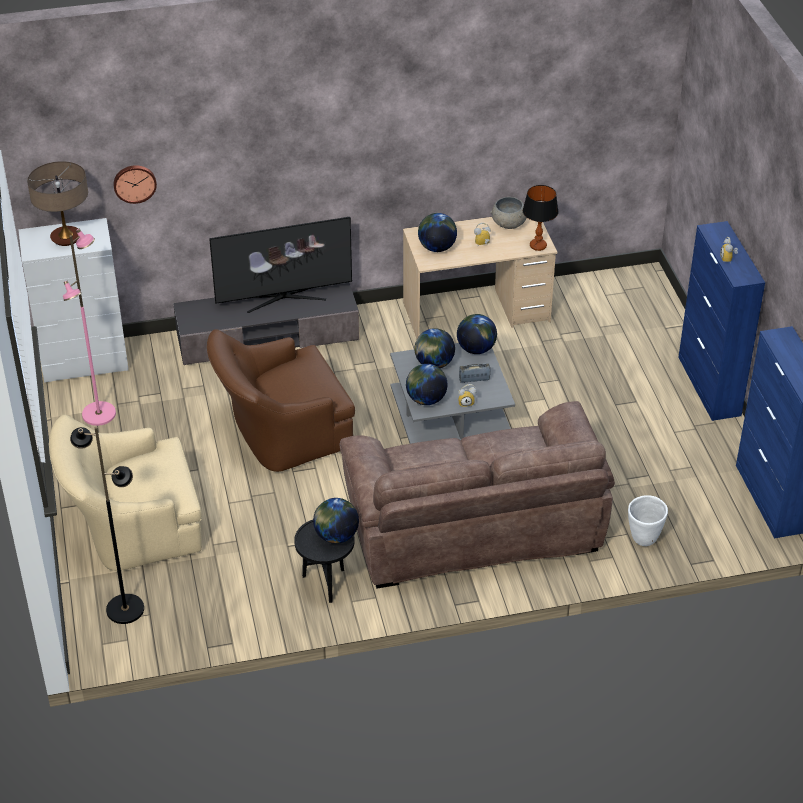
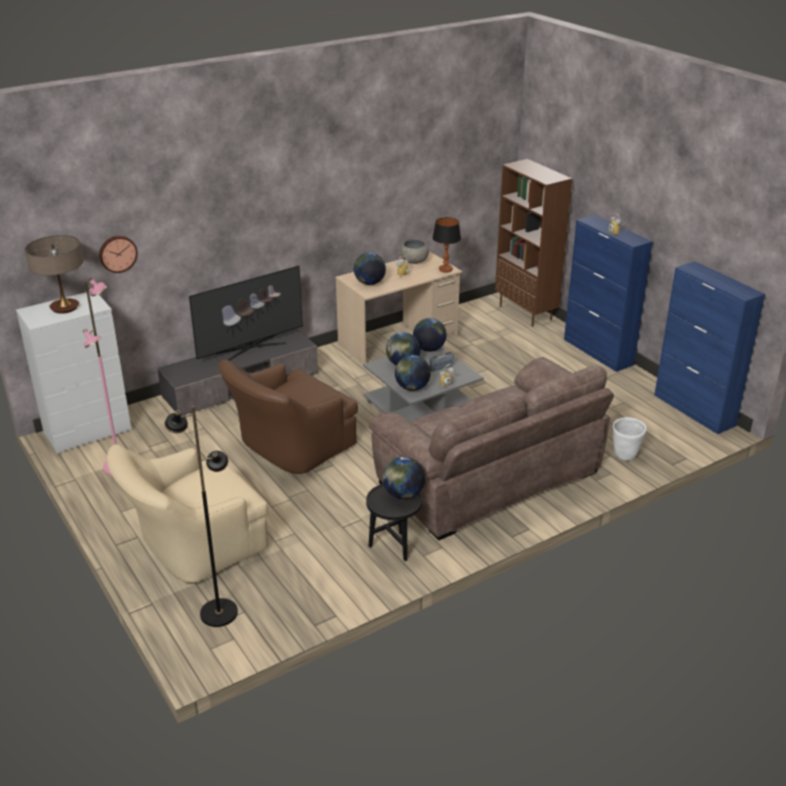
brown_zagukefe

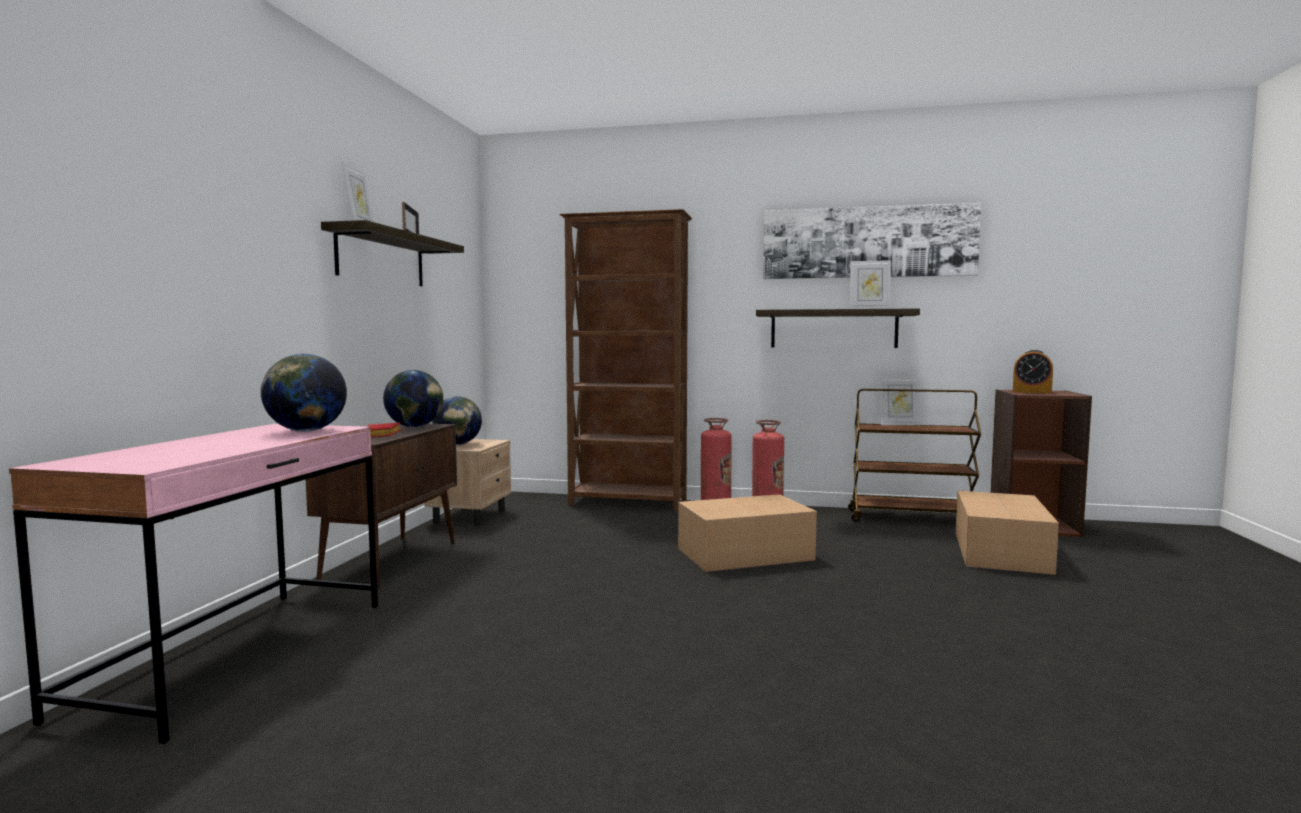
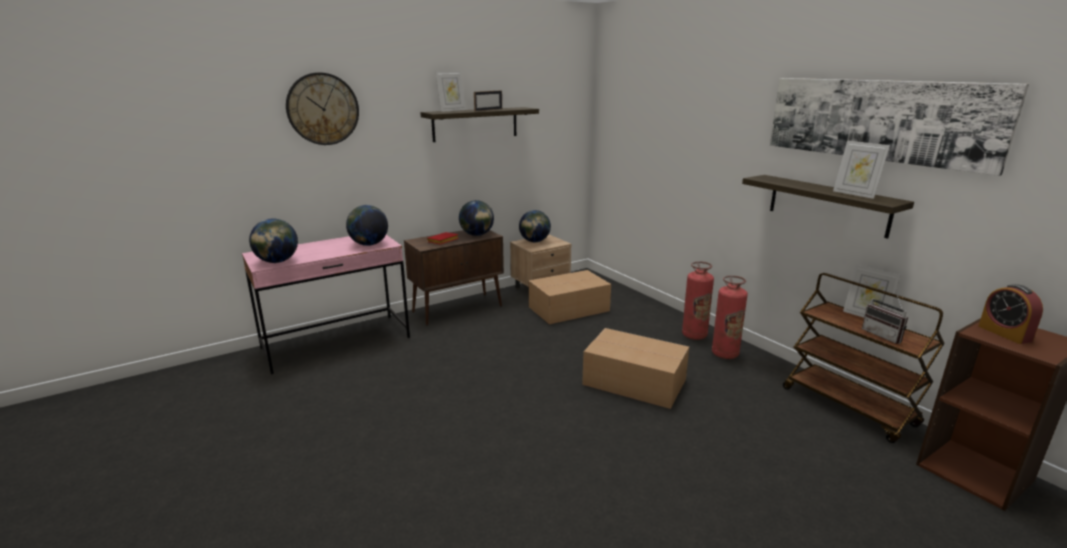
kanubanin (1st from left)
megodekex
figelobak (1st from left)
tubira
brown_zagukefe (1st from left in the first image)

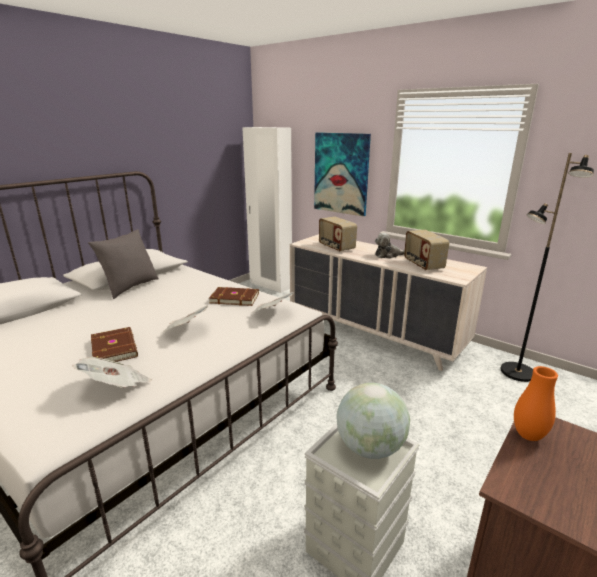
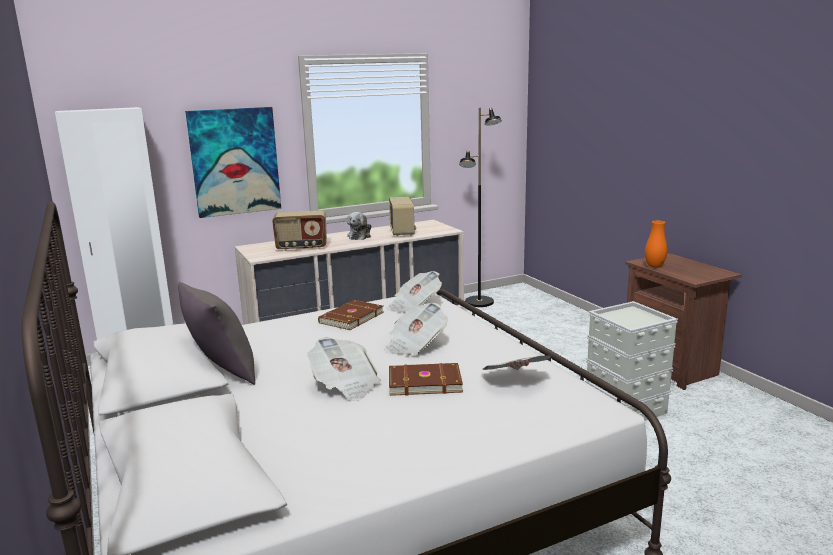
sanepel (1st from left)
tubira (2nd from left)
kanubanin

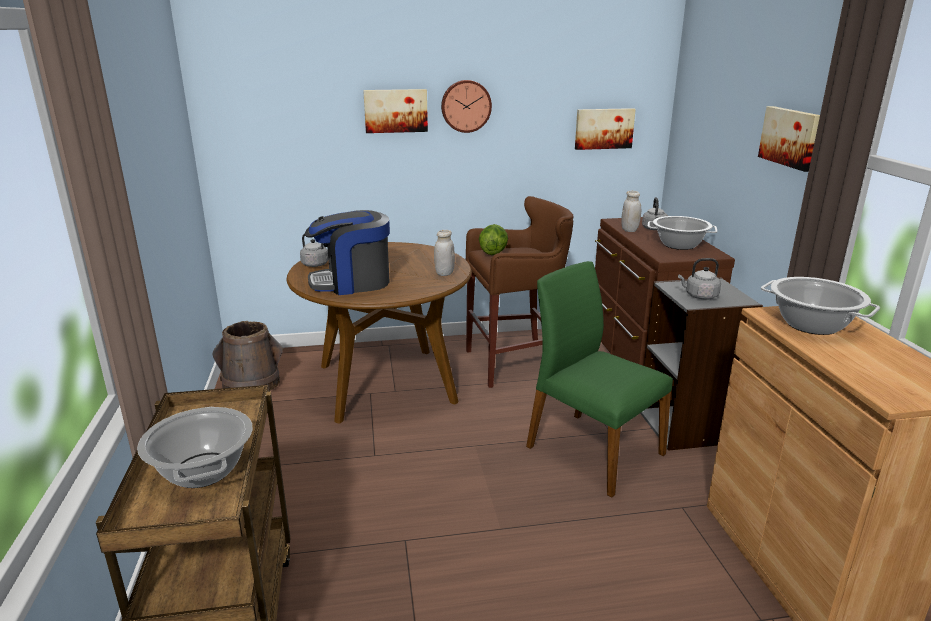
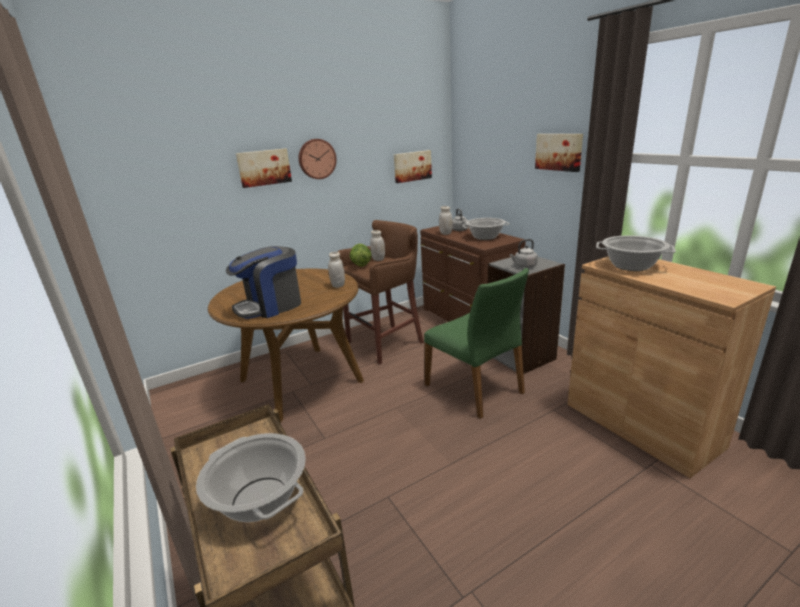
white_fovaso (2nd from left)
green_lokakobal
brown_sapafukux
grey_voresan (1st from left in the first image)

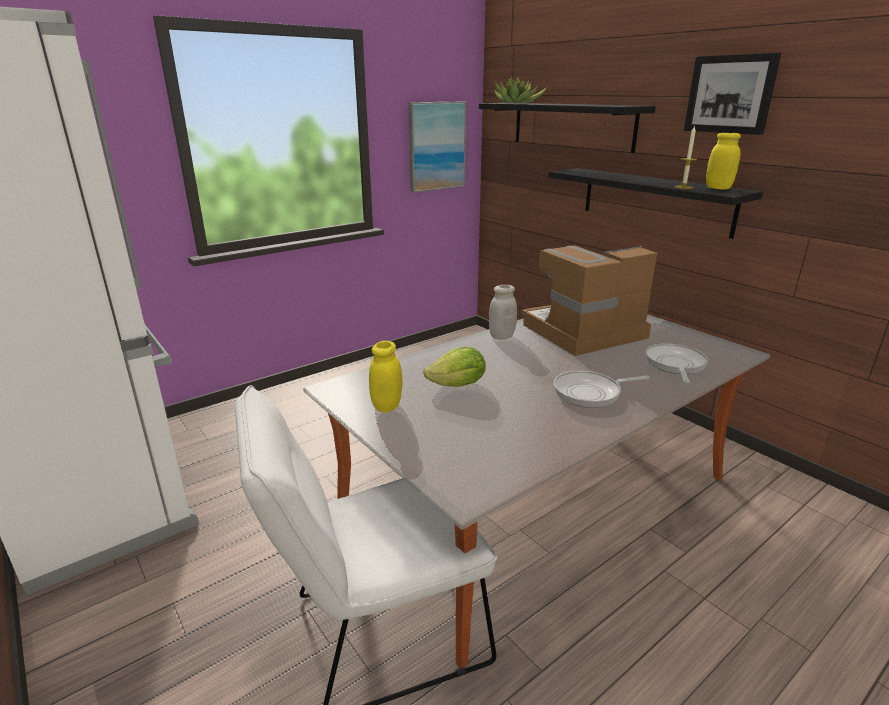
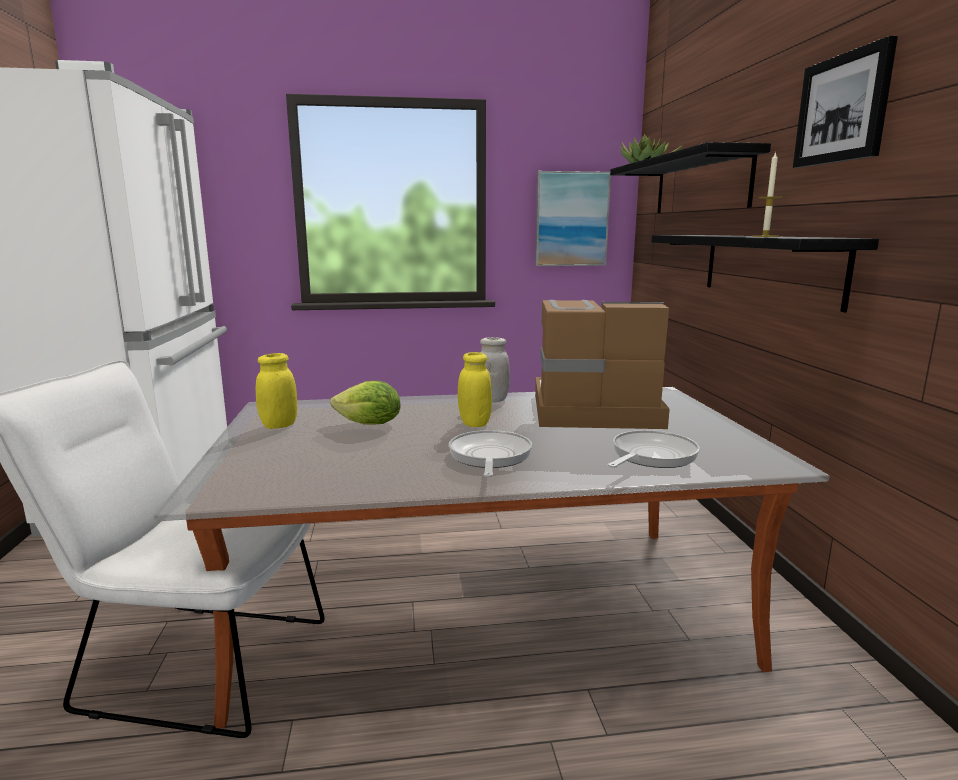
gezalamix (1st from left)
yellow_fovaso (2nd from left)

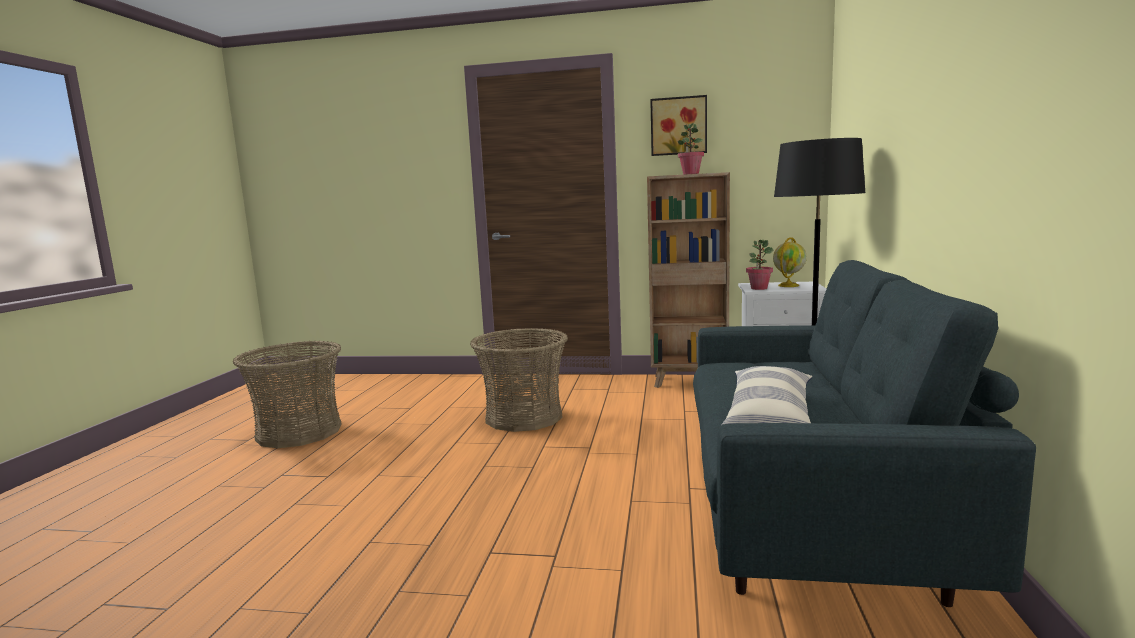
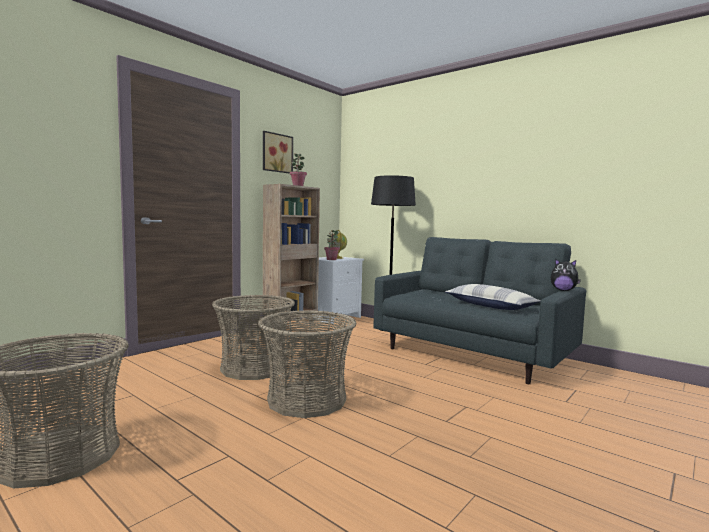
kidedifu (3rd from left)
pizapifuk

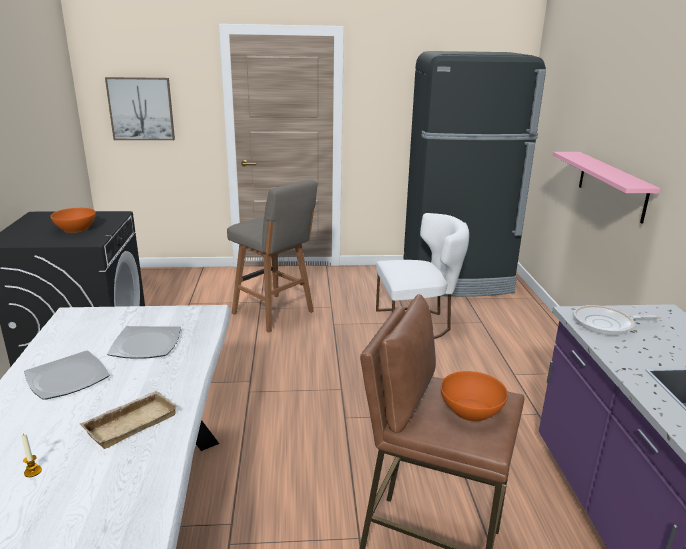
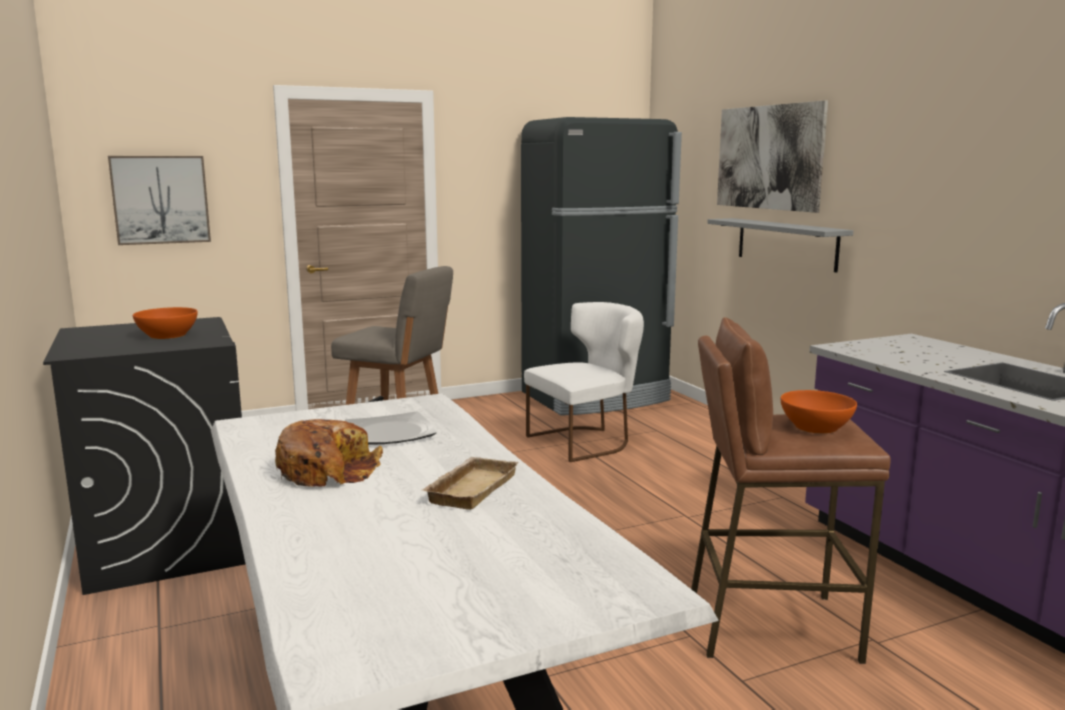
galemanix
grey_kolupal
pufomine (2nd from left)
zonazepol
gezalamix

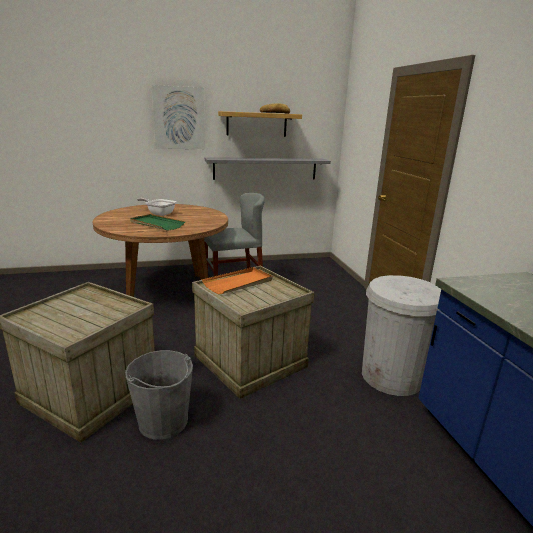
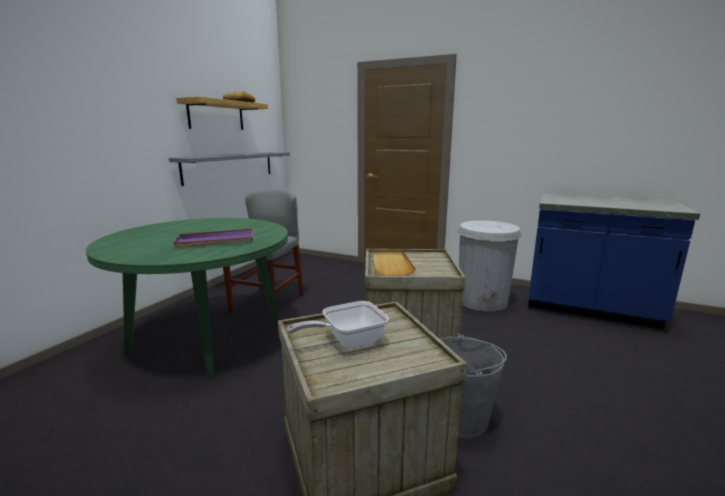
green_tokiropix
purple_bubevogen
gezalamix
beige_bubevogen
pufomine

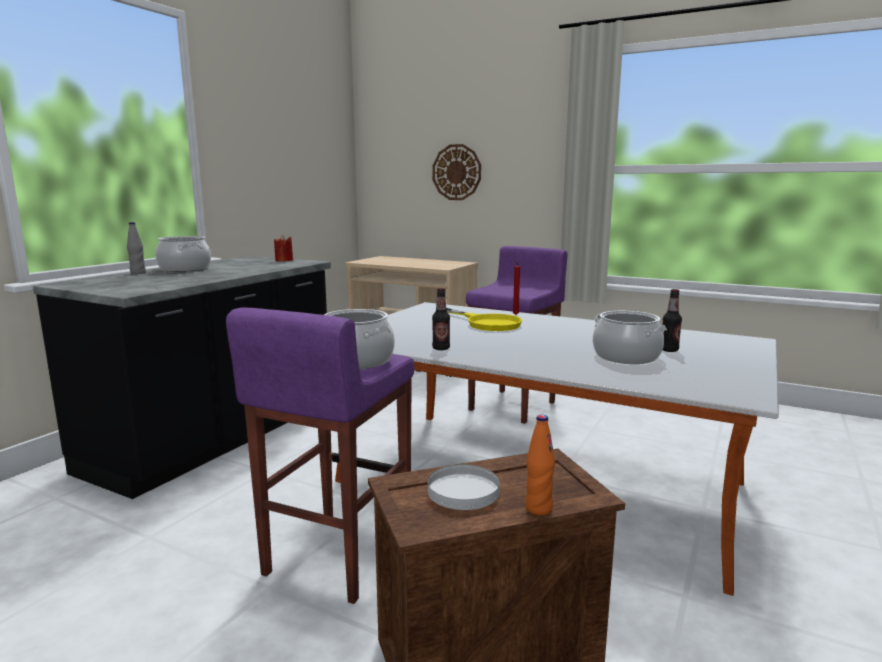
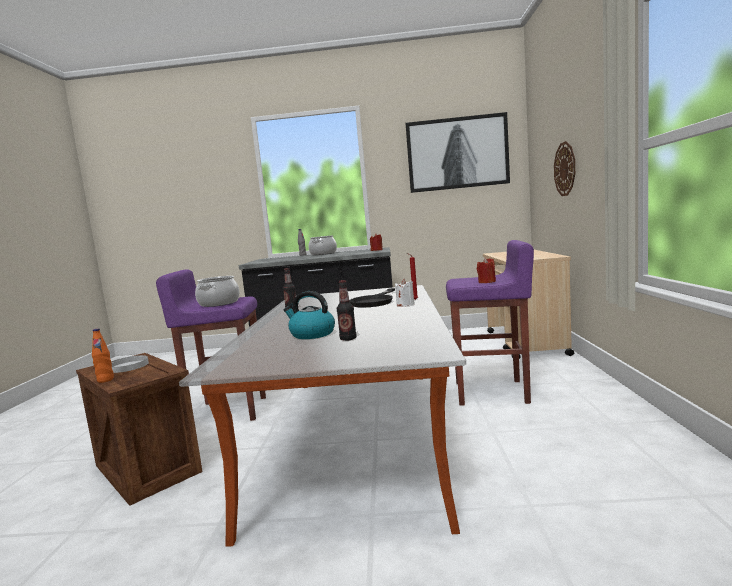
voresan
black_gezalamix
white_zonazepol
pufomine
red_zonazepol (3rd from left)

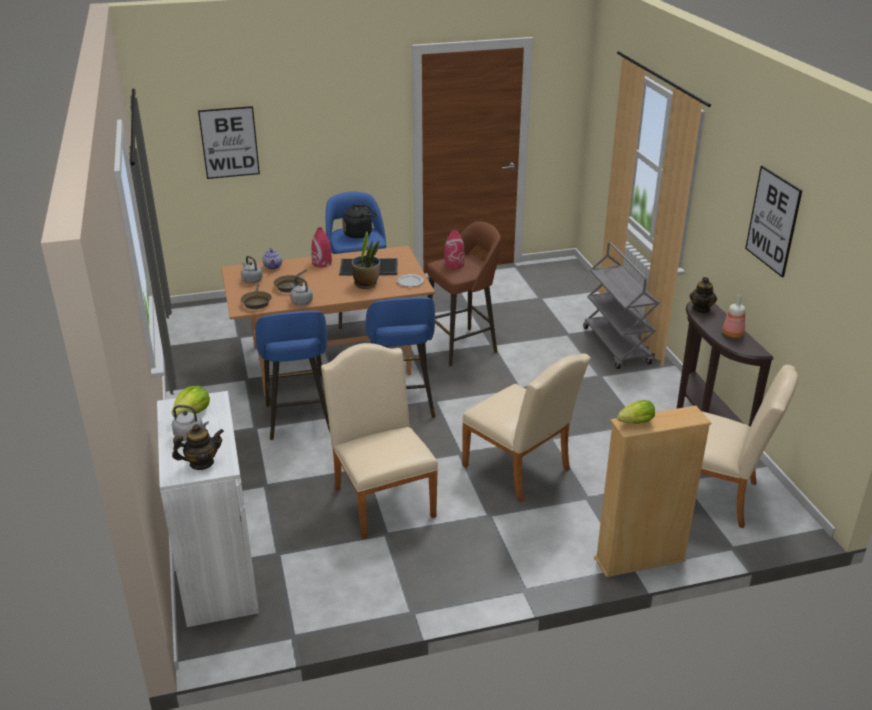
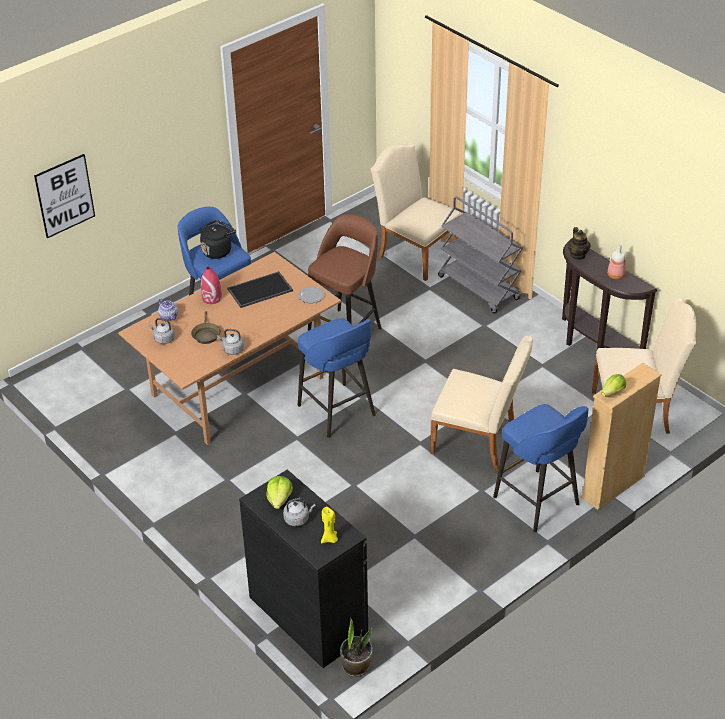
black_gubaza
yellow_zonazepol
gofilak
beige_lokakobal (1st from left)
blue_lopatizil (3rd from left)
brown_gezalamix (1st from left in the first image)
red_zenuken (2nd from left in the first image)
pufomine (2nd from left in the first image)

